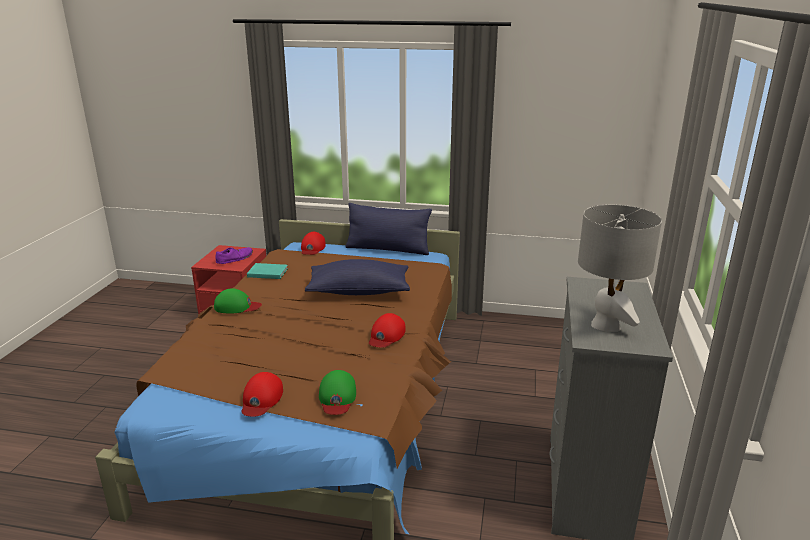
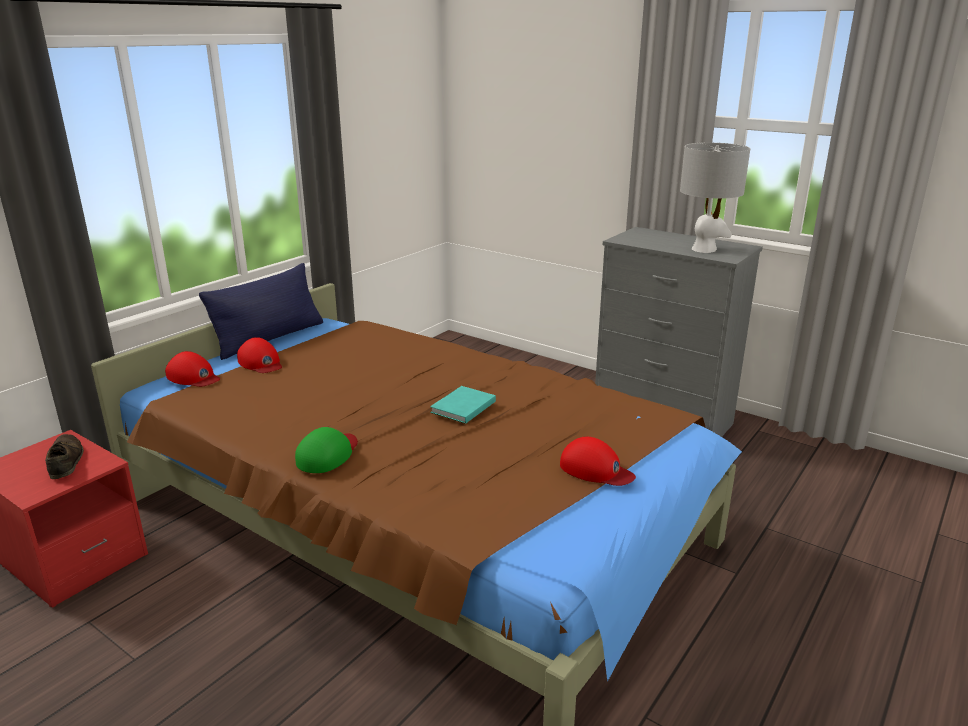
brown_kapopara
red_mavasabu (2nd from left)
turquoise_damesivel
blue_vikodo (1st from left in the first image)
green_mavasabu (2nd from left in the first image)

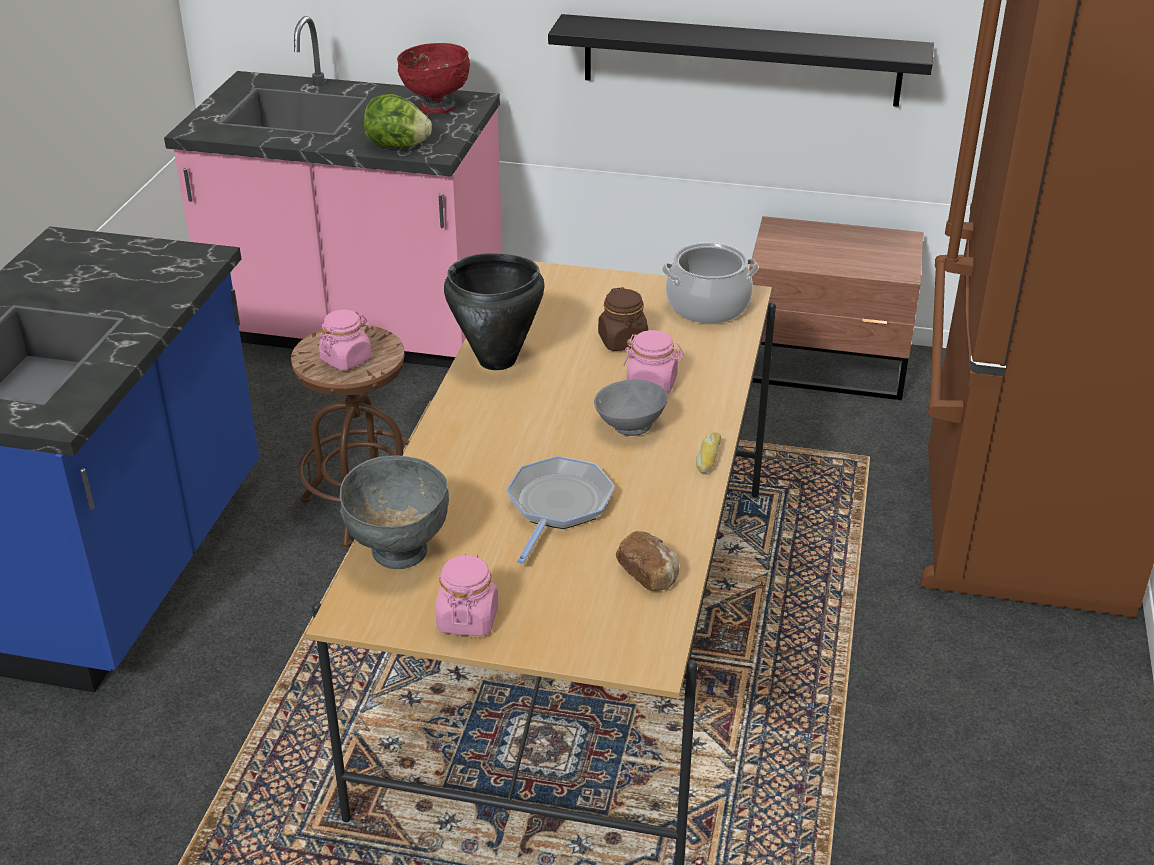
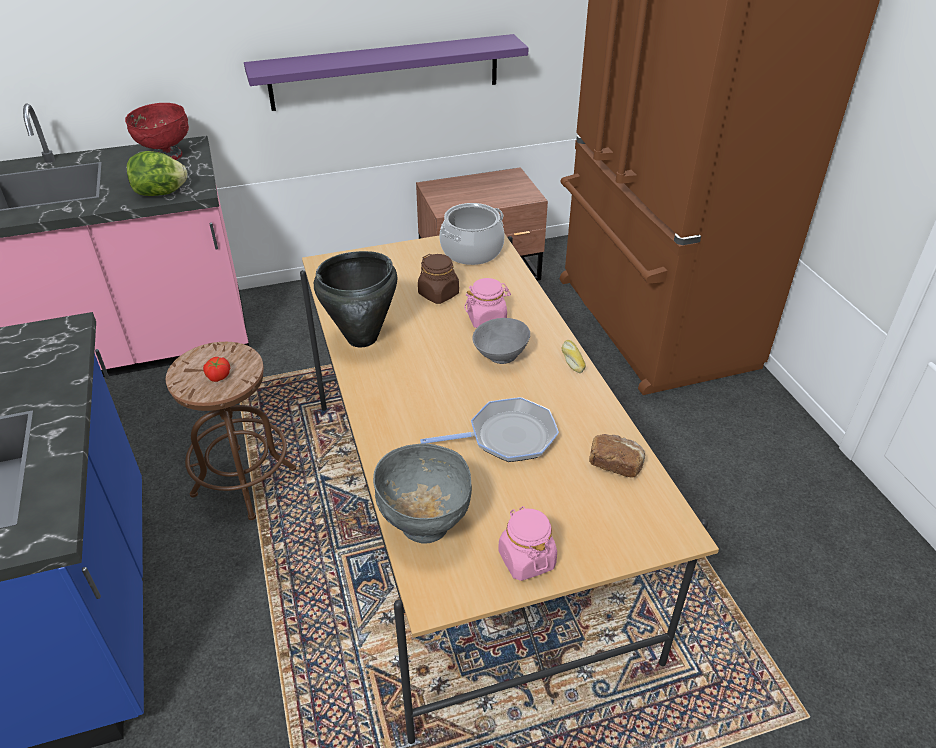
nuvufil
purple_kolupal
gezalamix

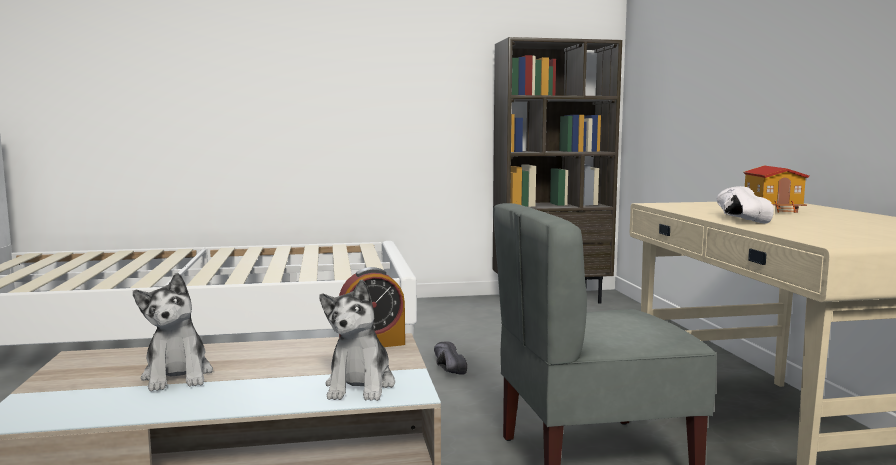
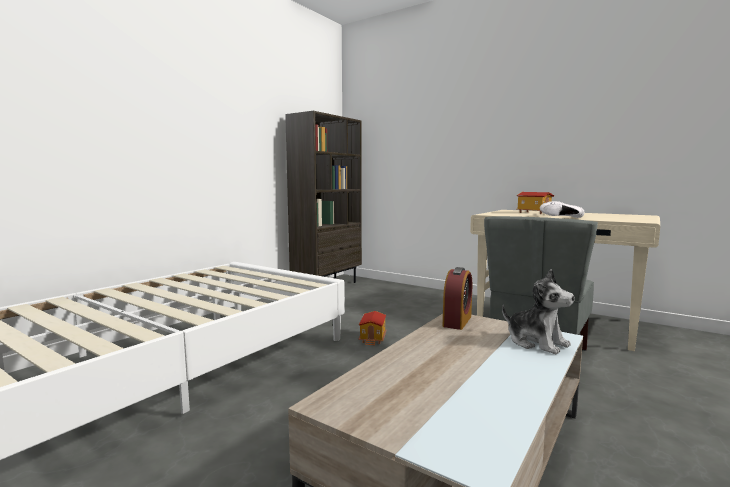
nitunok (1st from left)
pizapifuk (1st from left in the first image)

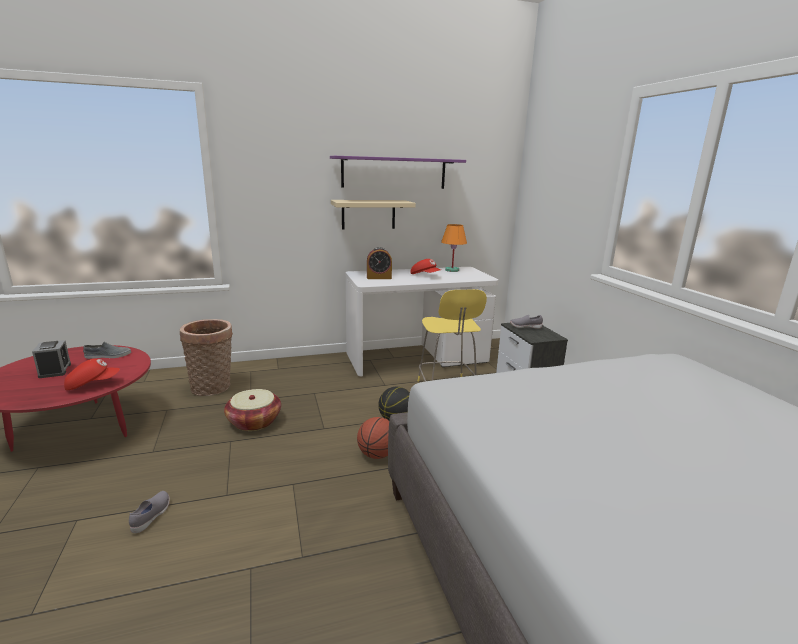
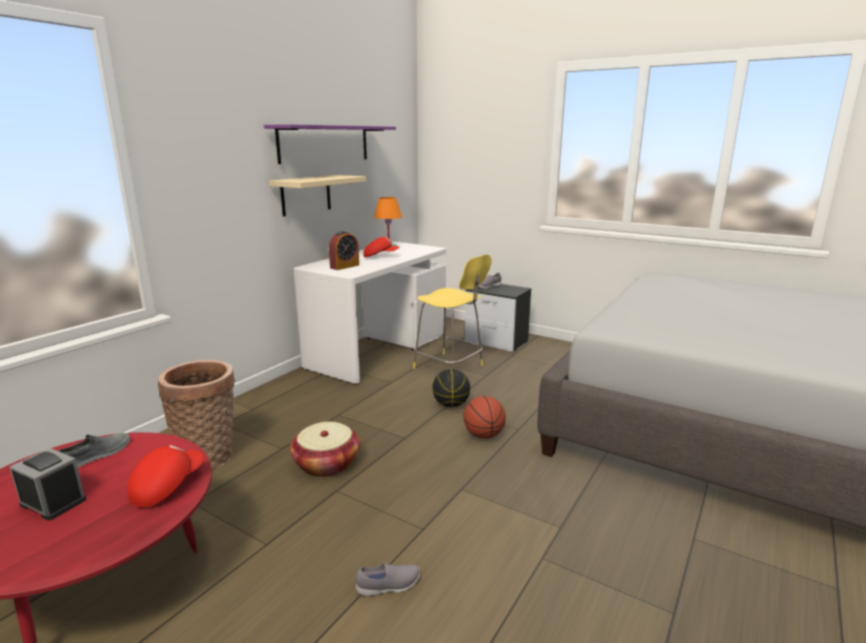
grey_kapopara (2nd from left)

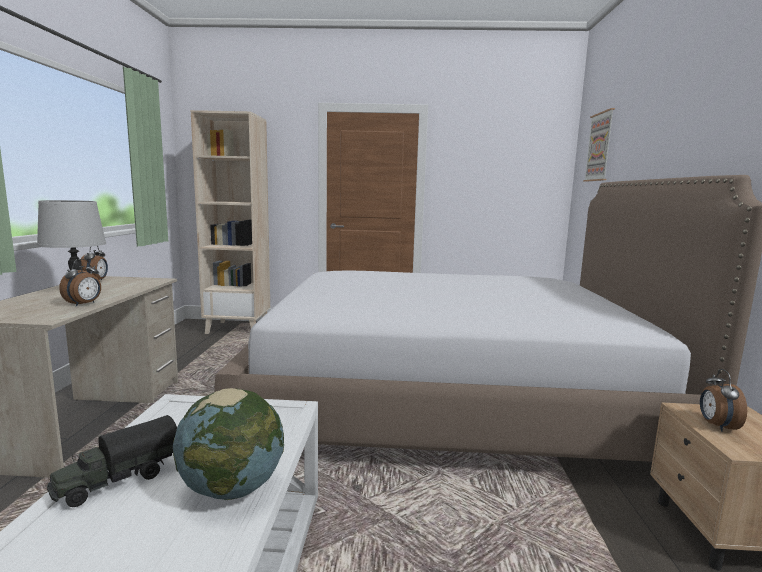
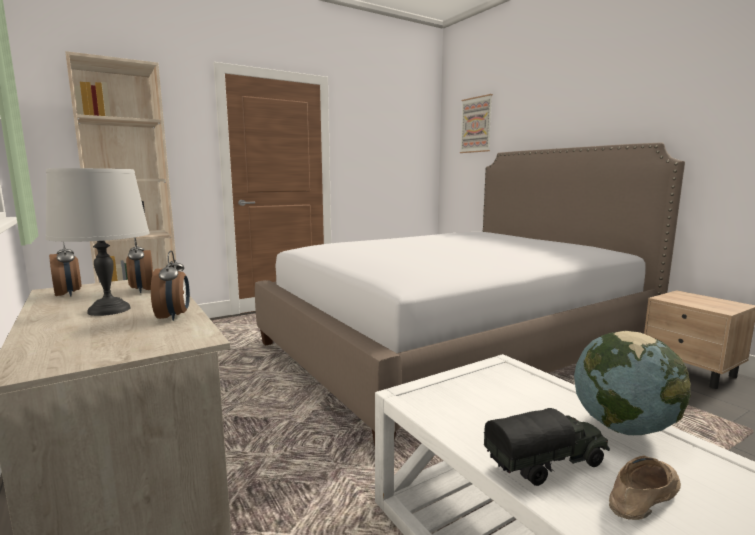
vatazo (2nd from left)
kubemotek
beige_kapopara

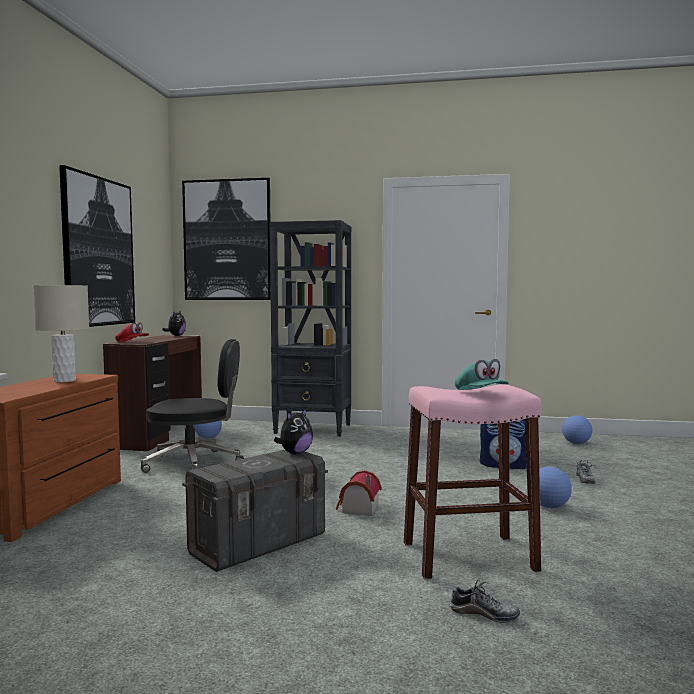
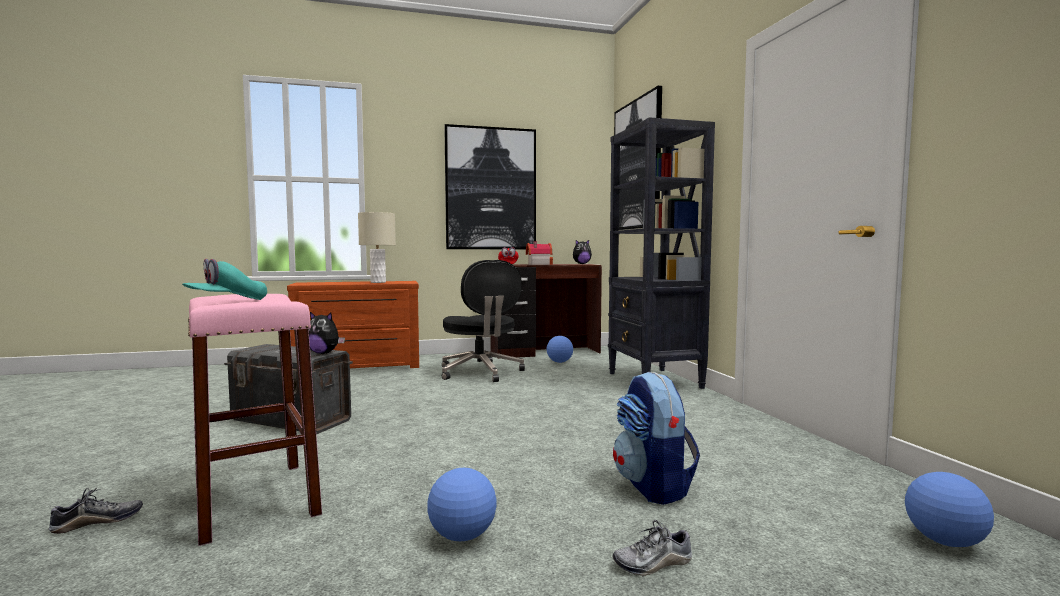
kapopara (1st from left)
nitunok

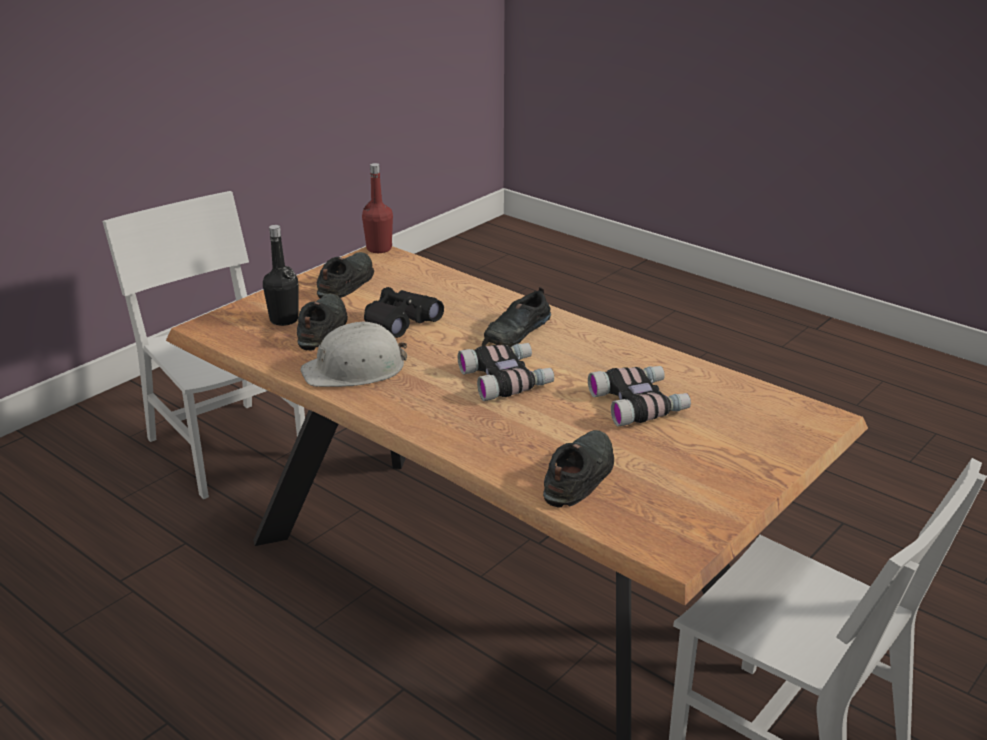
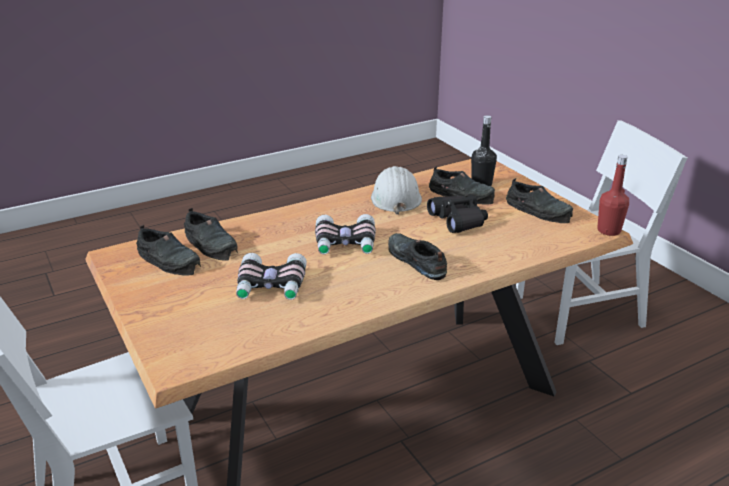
black_kapopara (1st from left)

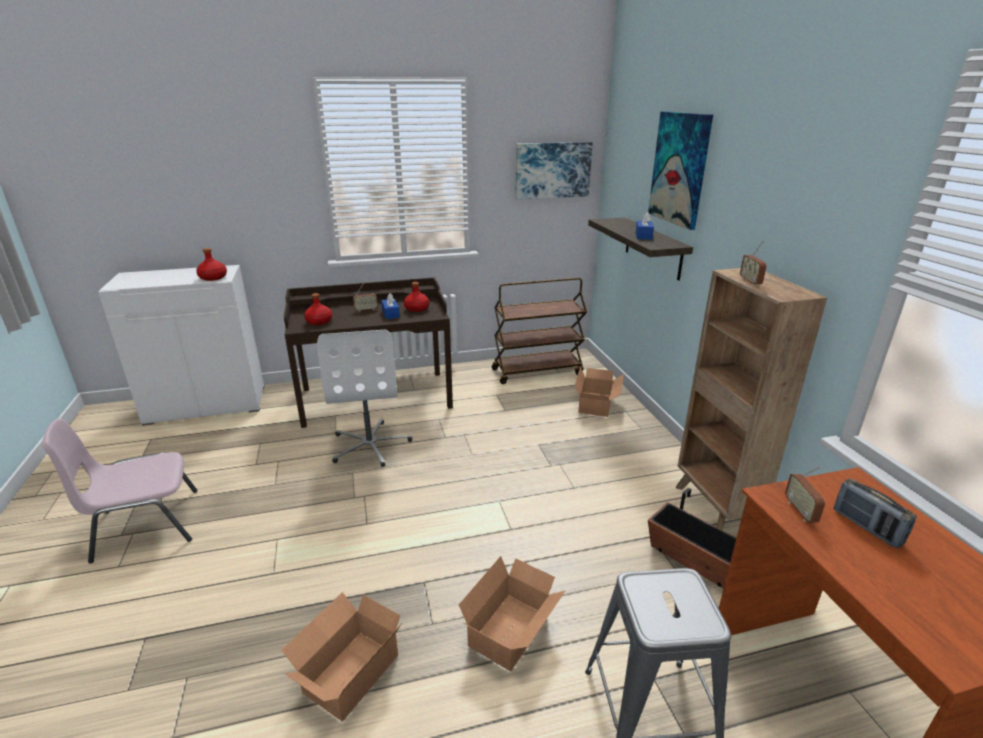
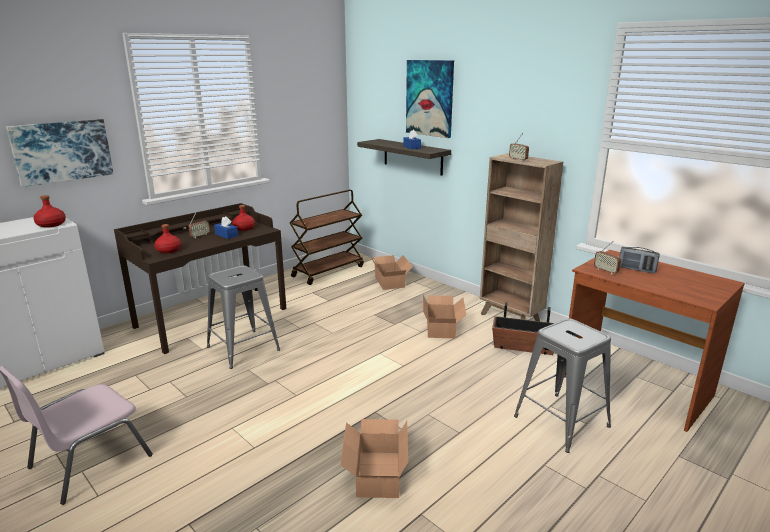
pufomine (1st from left)
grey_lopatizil (1st from left)
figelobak (3rd from left)

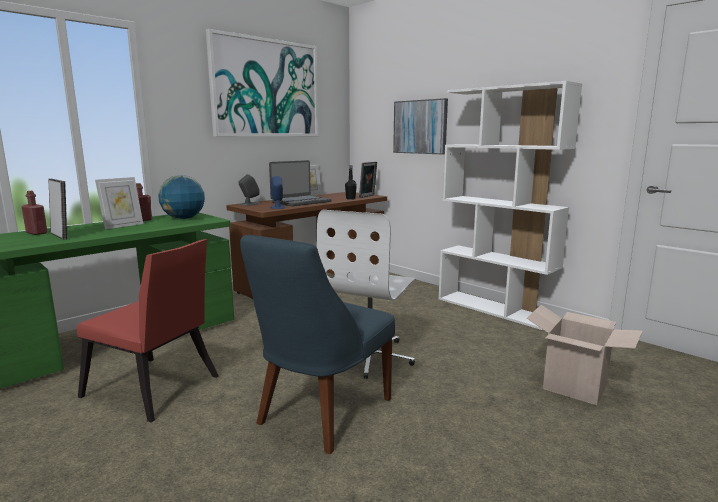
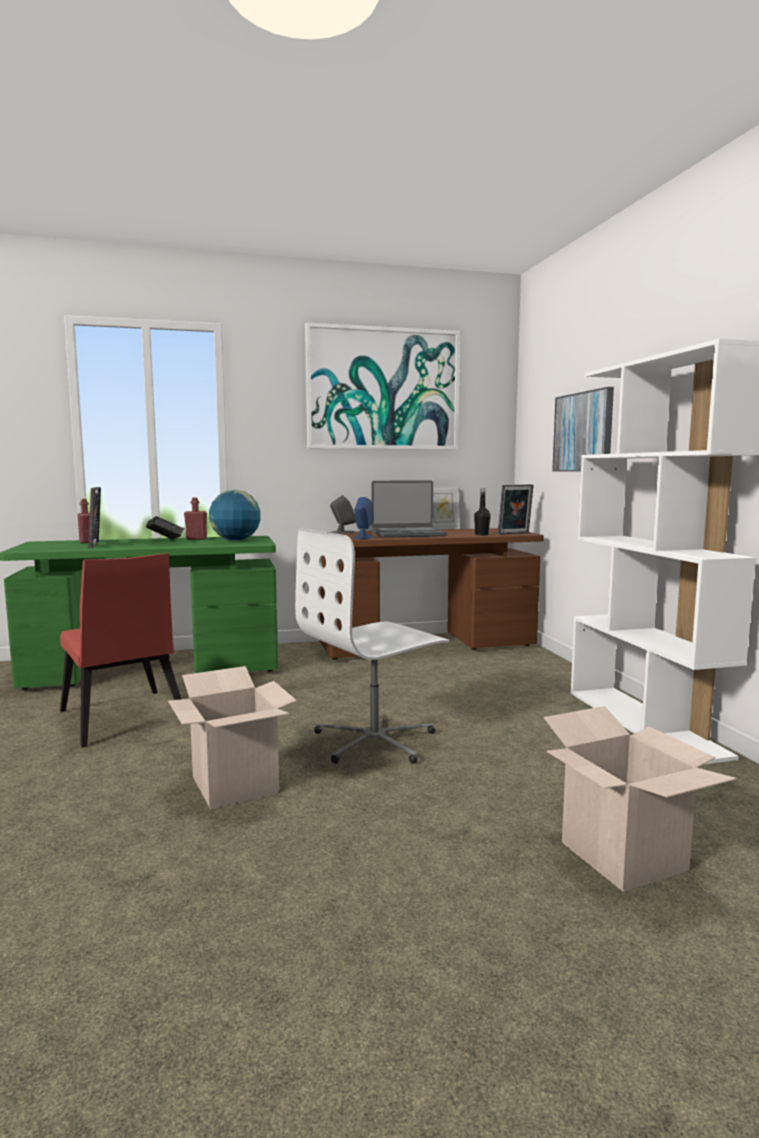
damesivel
figelobak (1st from left)

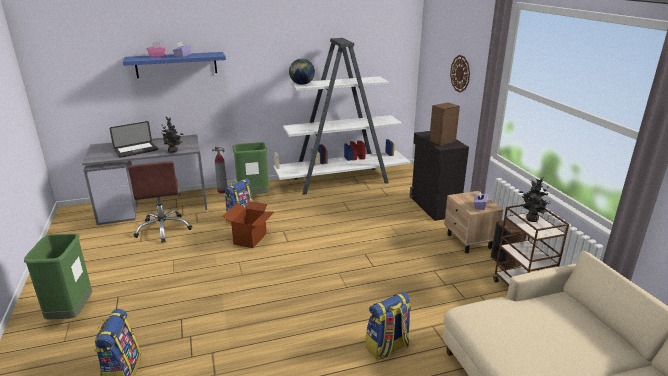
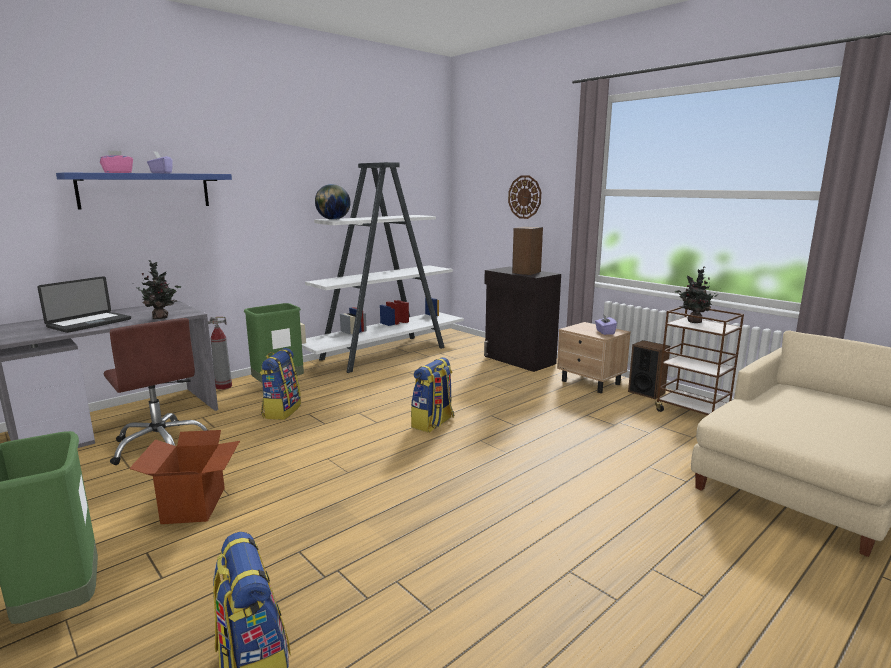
figelobak
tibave (3rd from left)

